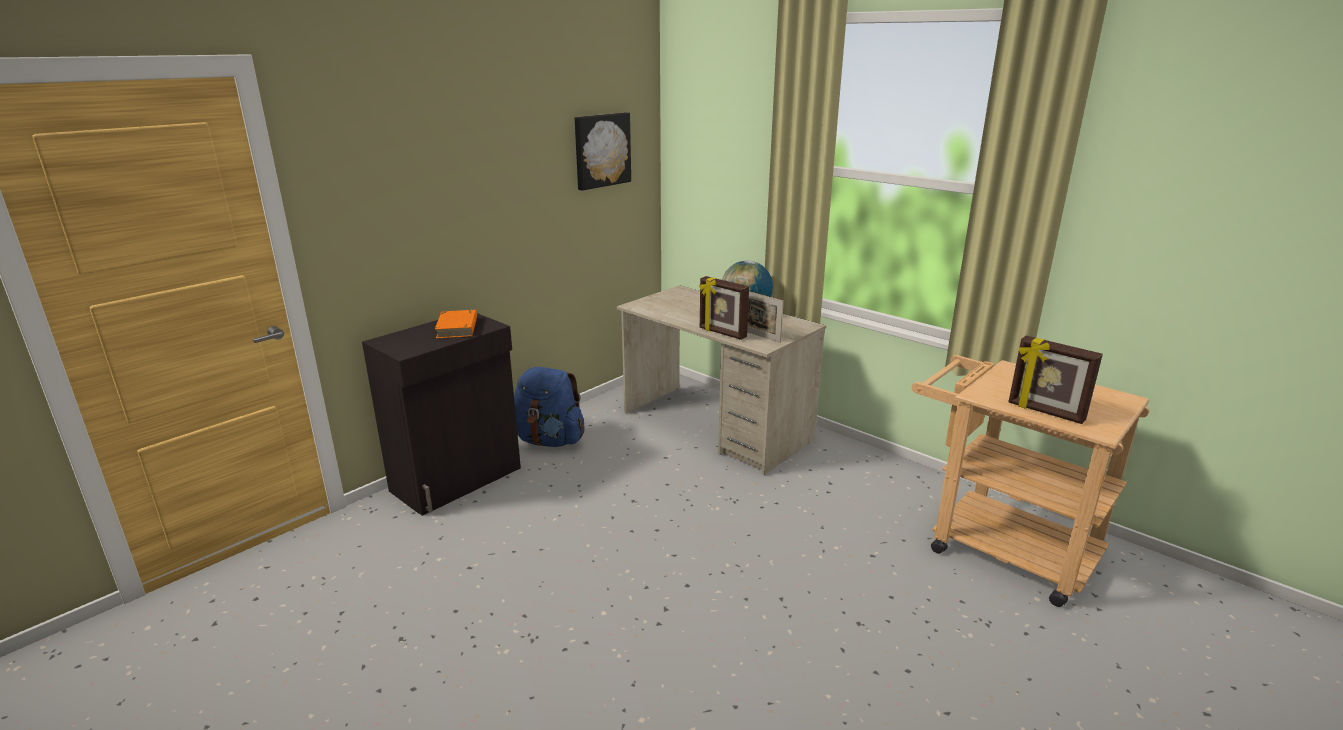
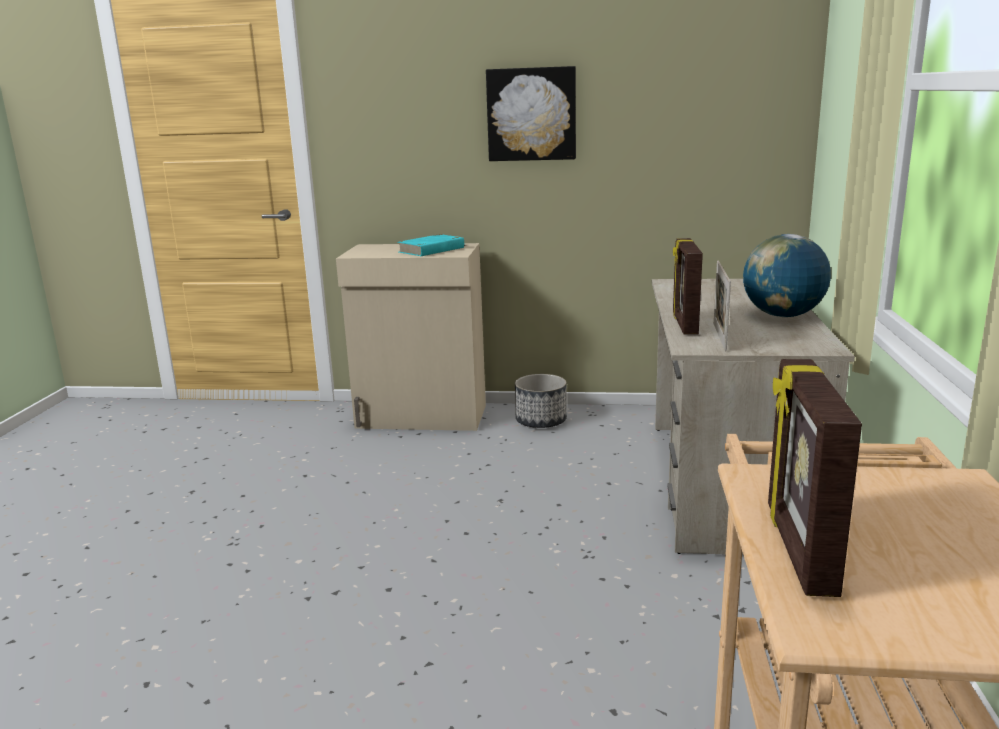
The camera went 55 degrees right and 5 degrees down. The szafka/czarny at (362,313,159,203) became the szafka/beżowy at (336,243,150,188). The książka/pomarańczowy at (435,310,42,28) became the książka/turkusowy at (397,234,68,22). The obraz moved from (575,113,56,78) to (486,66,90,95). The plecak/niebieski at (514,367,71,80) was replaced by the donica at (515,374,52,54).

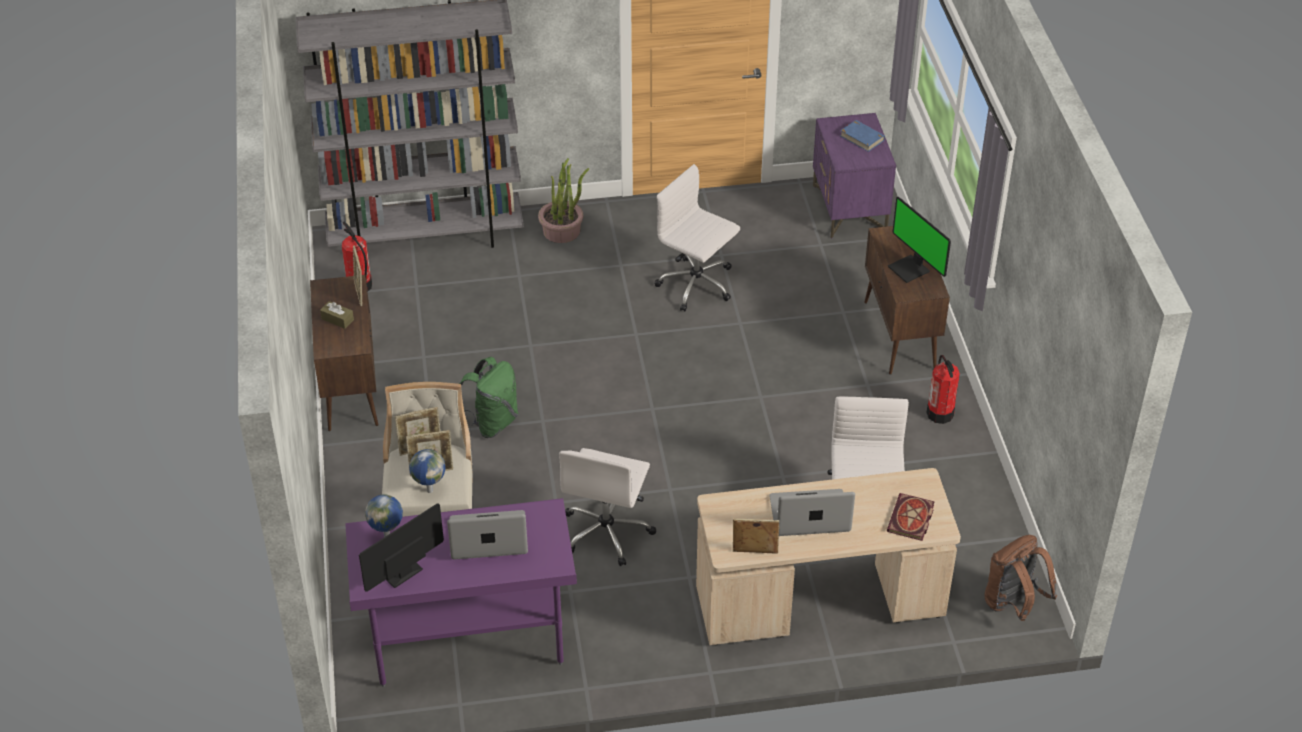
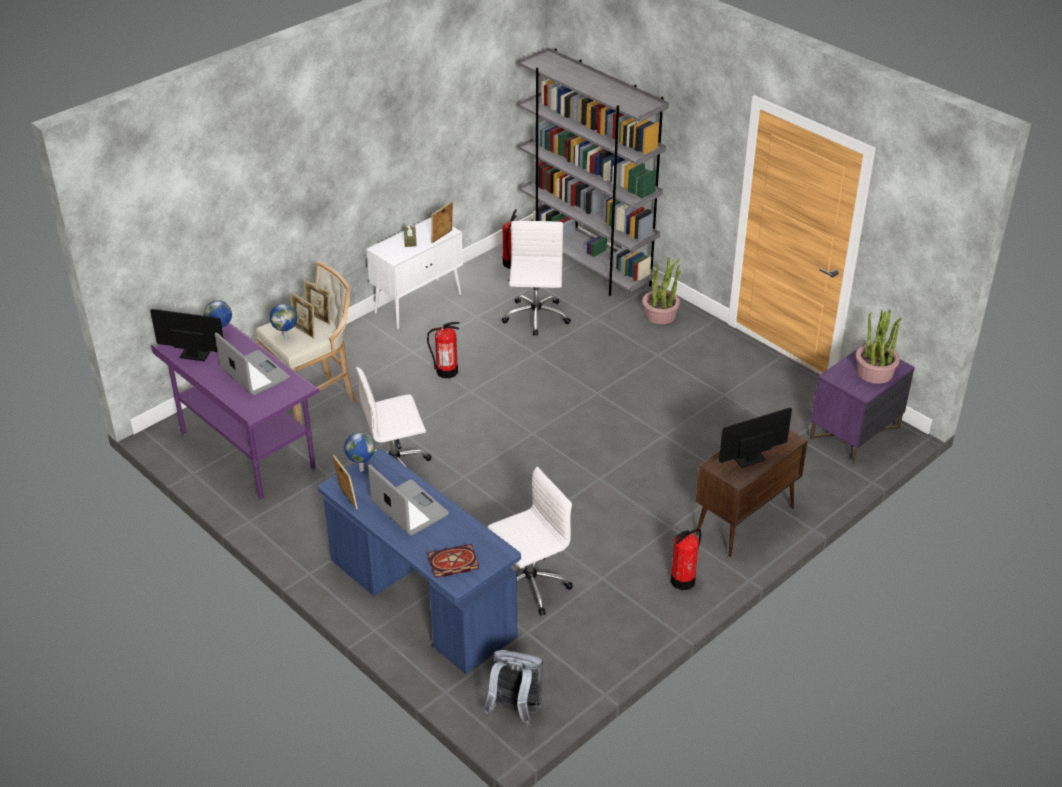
The camera went 55 degrees right and 5 degrees down. The biurko/beżowy at (696,468,265,177) became the biurko/niebieski at (318,449,203,225). The globus at (344,432,31,40) appeared. The szafka/brązowy at (310,275,68,156) became the szafka/biały at (366,218,97,111). The plecak/zielony at (459,357,59,81) was replaced by the gaśnica at (427,322,32,56). The plecak/brązowy at (984,535,73,86) became the plecak/szary at (484,650,59,77). The krzesło biurowe/biały moved from (655,164,85,148) to (501,221,70,115). The monitor at (888,197,63,86) turned 45 degrees clockwise. The książka/niebieski at (840,120,45,32) was replaced by the roślina doniczkowa at (856,310,46,74).

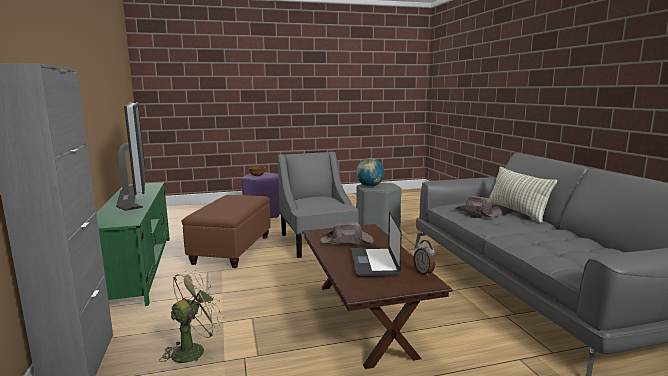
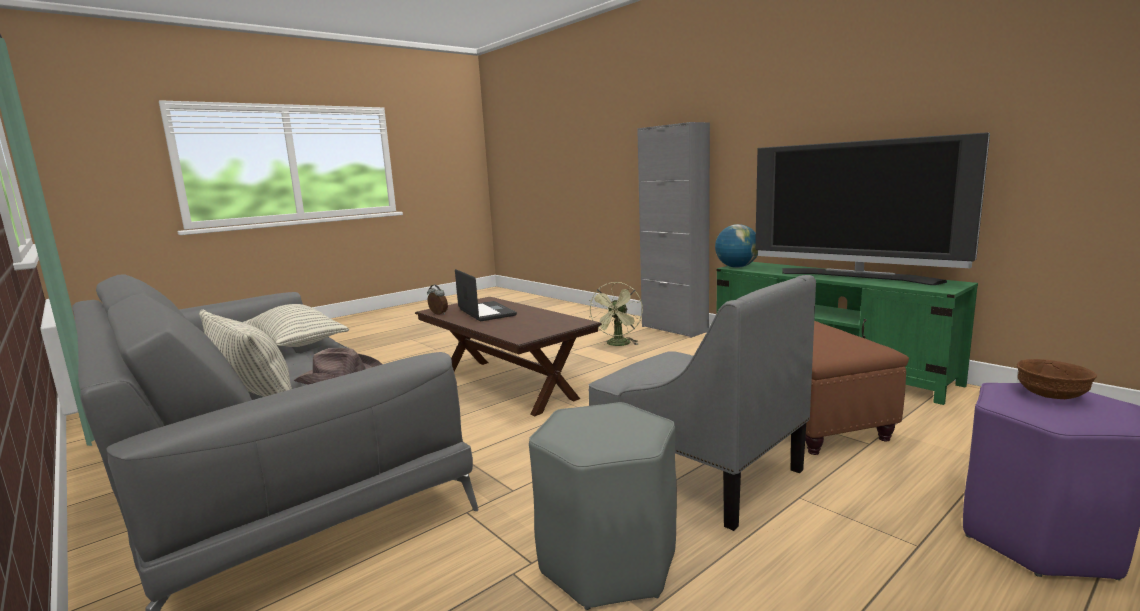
The camera went 155 degrees right and 0 degrees up. The poduszka at (243,304,106,43) appeared. The globus moved from (356,158,29,29) to (715,224,43,44). The kapelusz/brązowy at (320,222,54,23) disappeared.

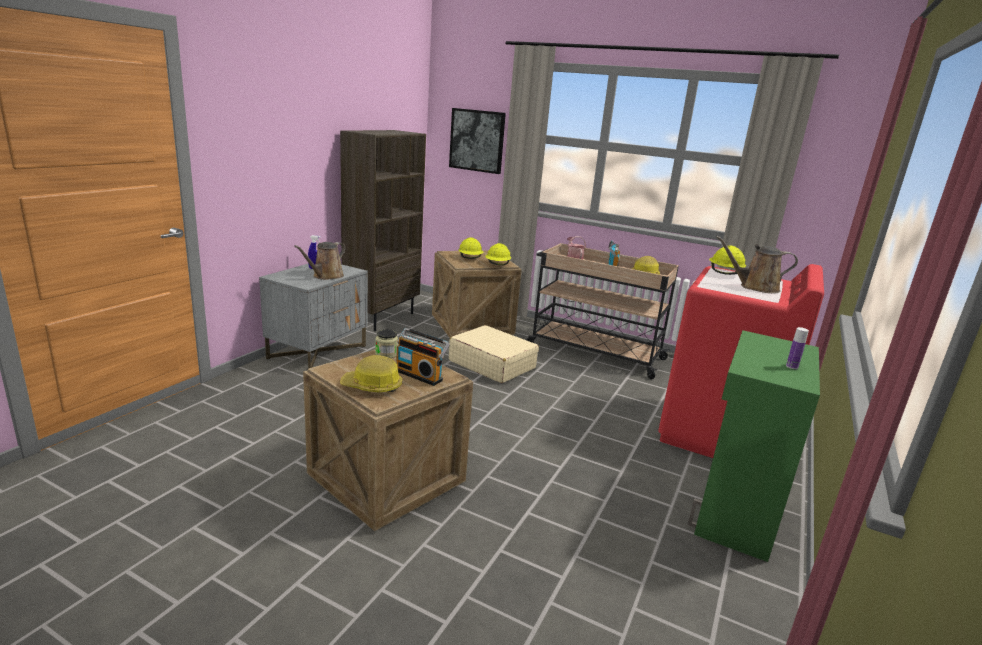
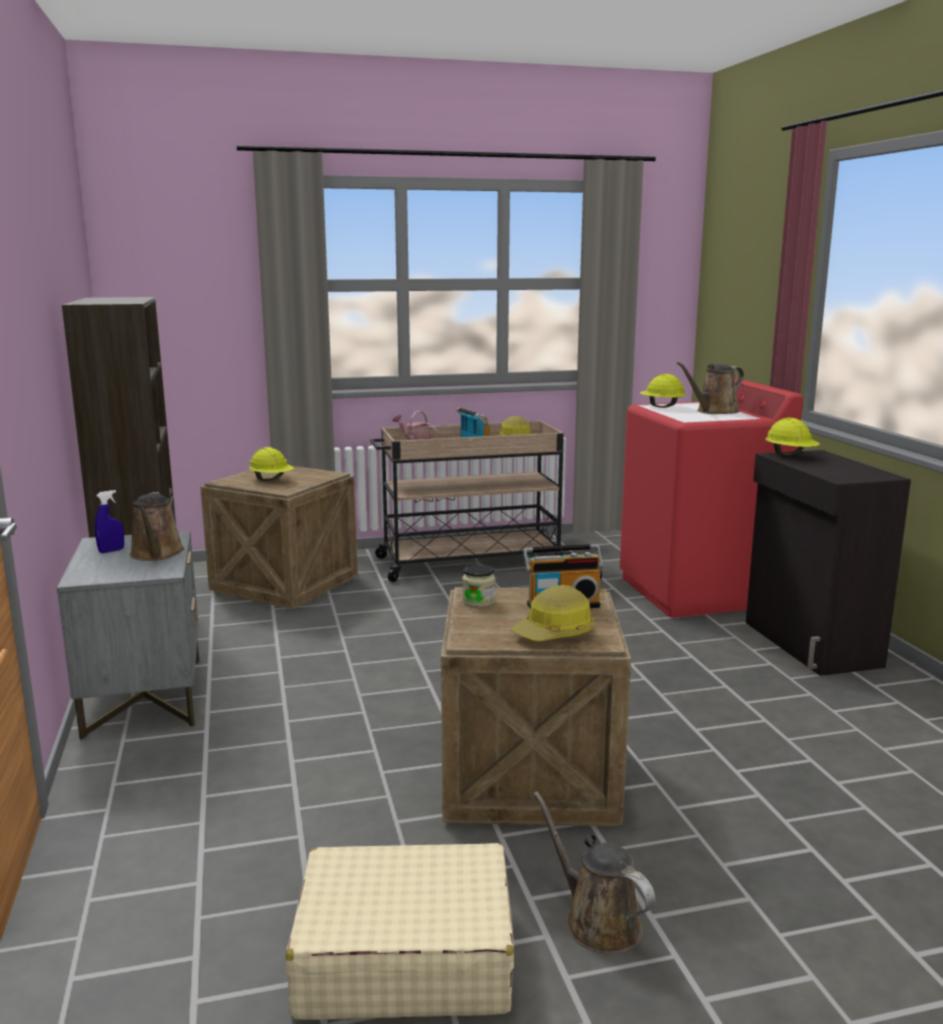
The camera went 40 degrees left and 5 degrees down. The walizka/beżowy moved from (449,325,90,58) to (286,843,228,177). The konewka/brązowy at (533,791,123,163) appeared. The szafka/zielony at (688,330,132,232) became the szafka/czarny at (746,450,165,226). The kask/żółty moved from (485,243,26,22) to (765,418,55,38). The obraz at (449,108,57,66) disappeared. The butelka at (786,327,23,42) disappeared.

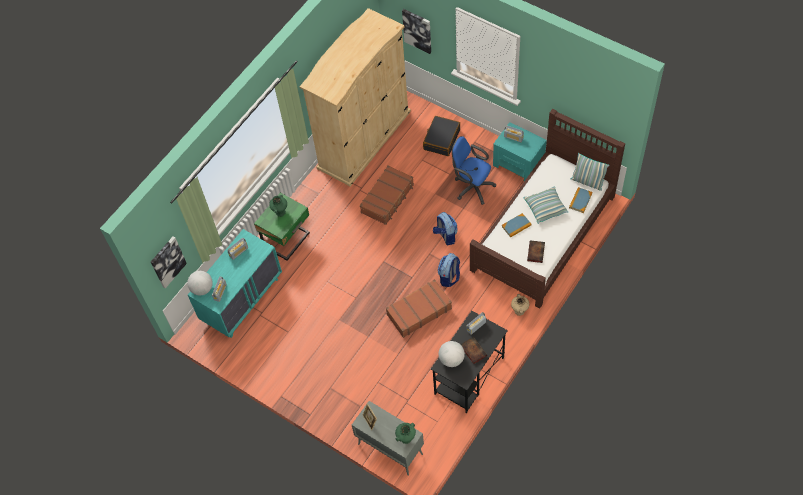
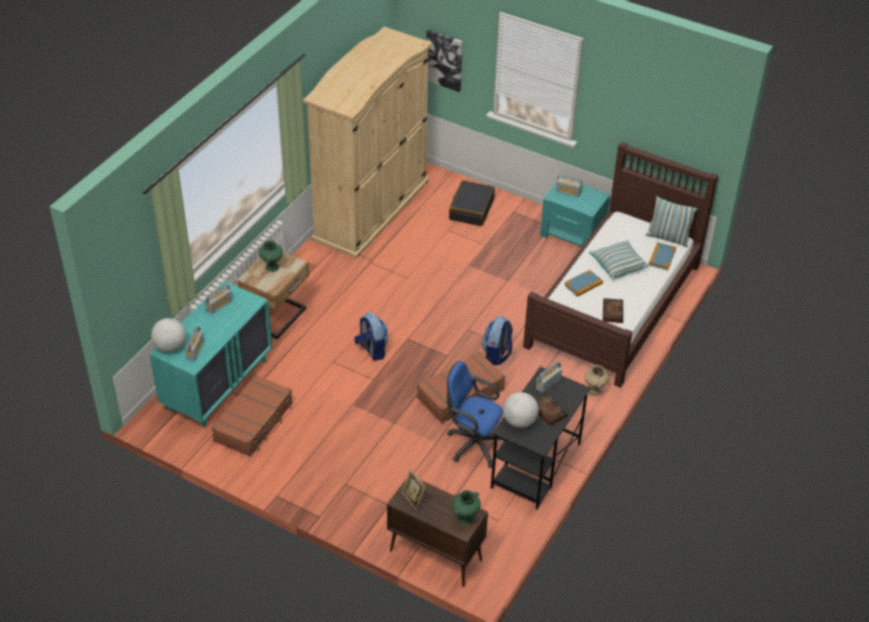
The camera went 10 degrees left and 15 degrees down. The walizka/brązowy moved from (360,165,54,60) to (211,375,82,82). The szafka nocna/zielony at (254,193,56,68) became the szafka nocna/beżowy at (237,252,72,87). The plecak moved from (433,212,25,33) to (354,312,34,49). The szafka/szary at (352,401,72,75) became the szafka/brązowy at (387,480,101,107). The krzesło biurowe/niebieski moved from (452,136,44,69) to (447,361,58,107). The obraz at (151,236,36,53) disappeared.

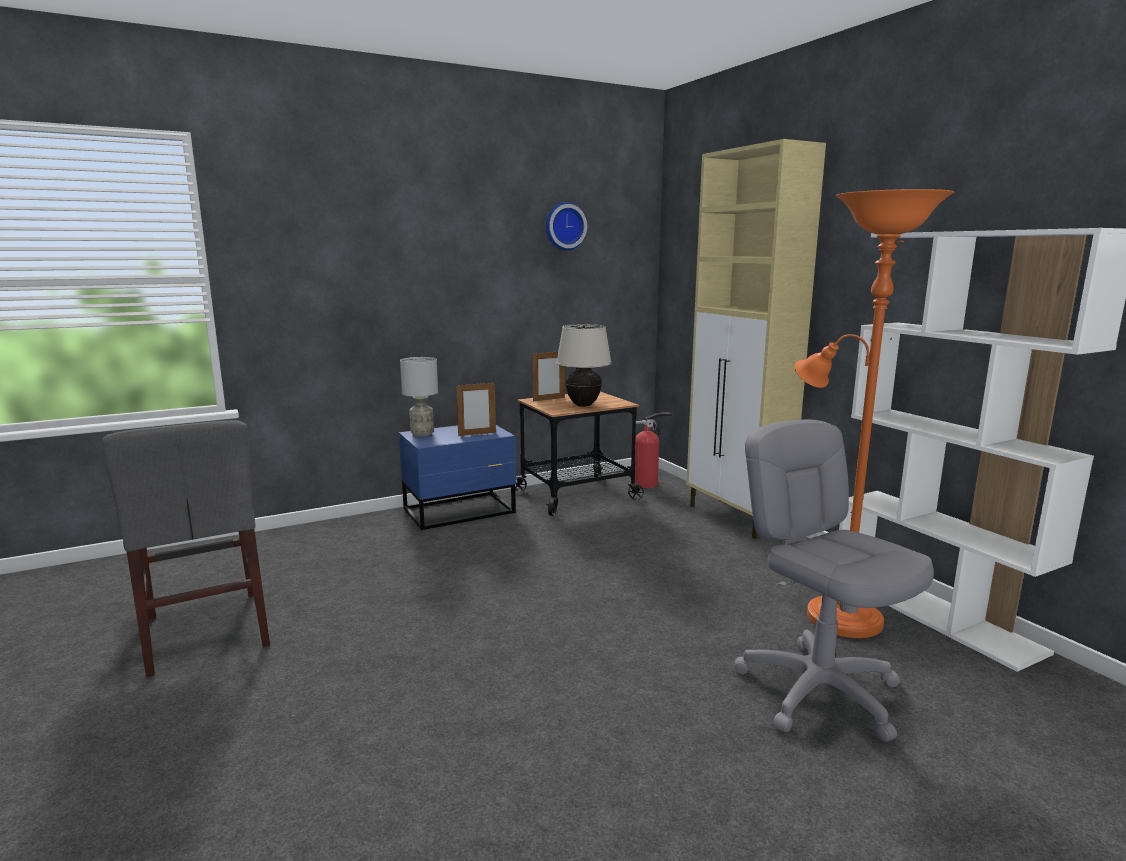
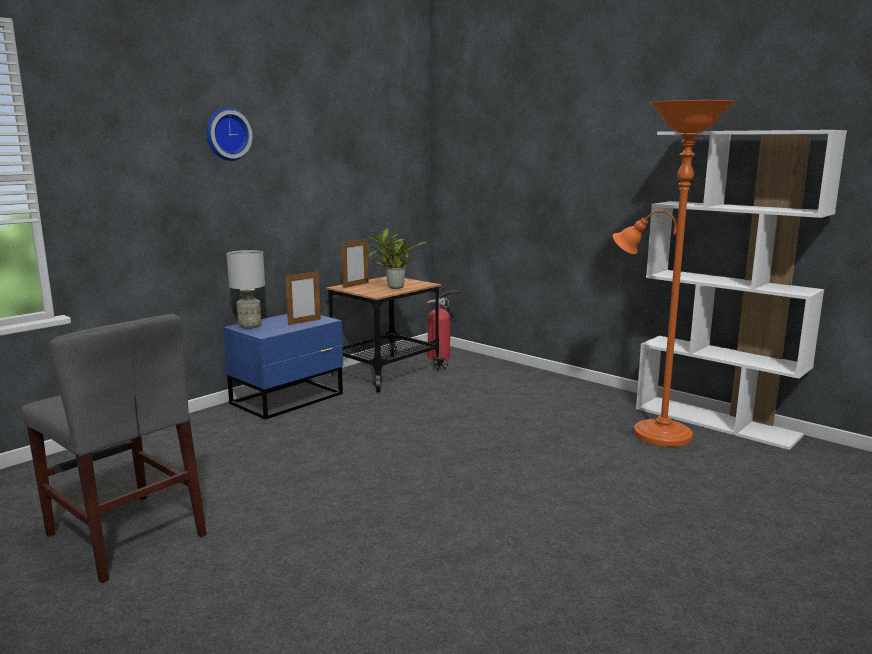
The camera went 20 degrees left and 0 degrees up. The zegar ścienny moved from (546,202,41,48) to (206,108,46,53). The lampa stołowa/beżowy at (556,324,56,82) was replaced by the roślina doniczkowa at (367,229,59,60). The szafka/beżowy at (686,139,140,400) disappeared. The krzesło biurowe/szary at (733,420,201,322) disappeared.

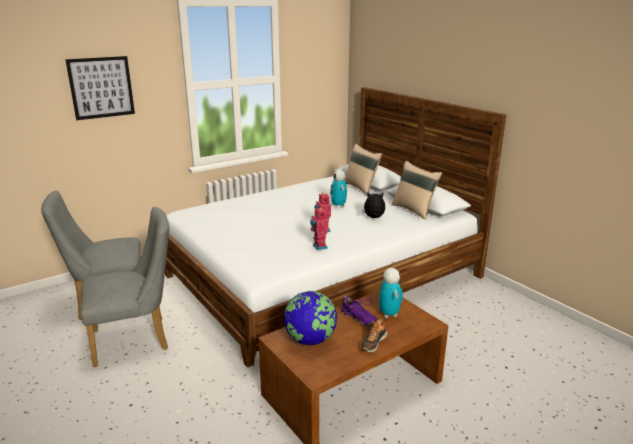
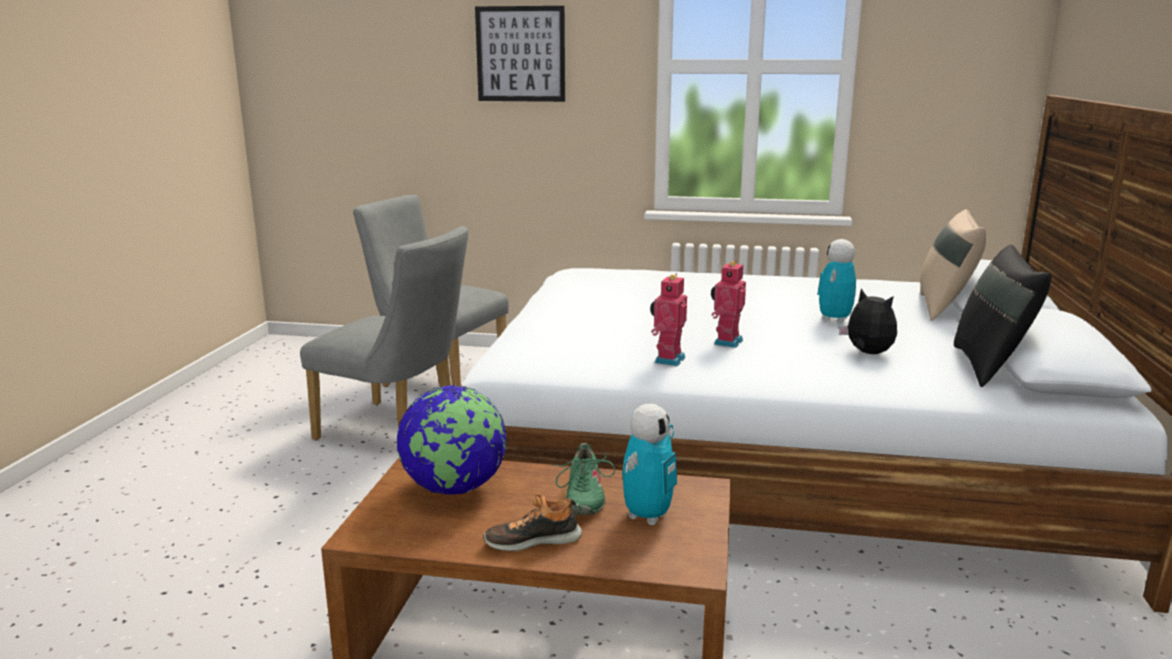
The camera went 45 degrees right and 5 degrees down. The but/fioletowy at (341,296,37,30) became the but/zielony at (552,443,63,72). The poduszka/beżowy at (392,161,50,59) became the poduszka/czarny at (954,245,97,142).

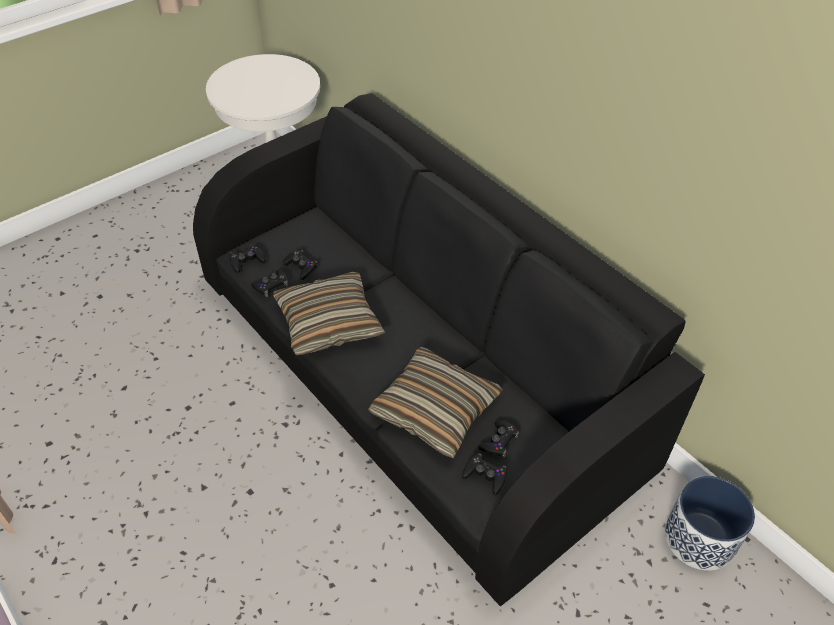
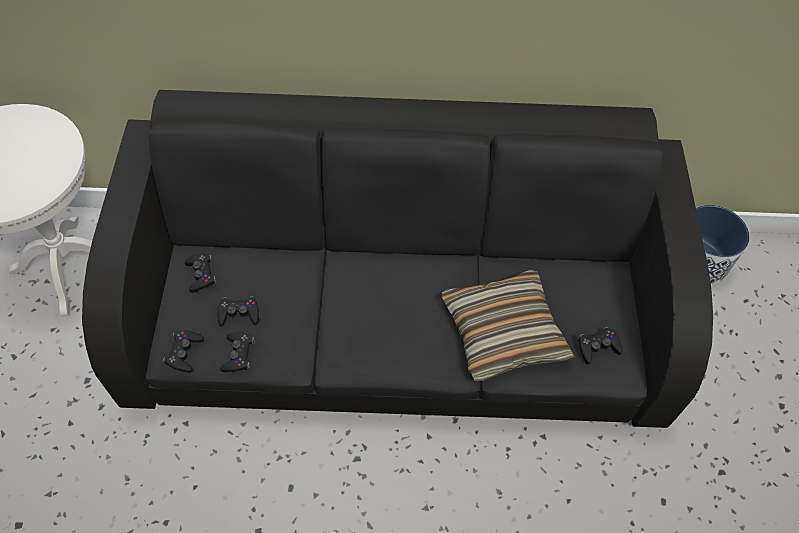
The camera went 50 degrees left and 10 degrees up. The pad do gier/czarny moved from (478,420,41,37) to (184,254,33,39). The poduszka at (273,272,113,83) disappeared.

